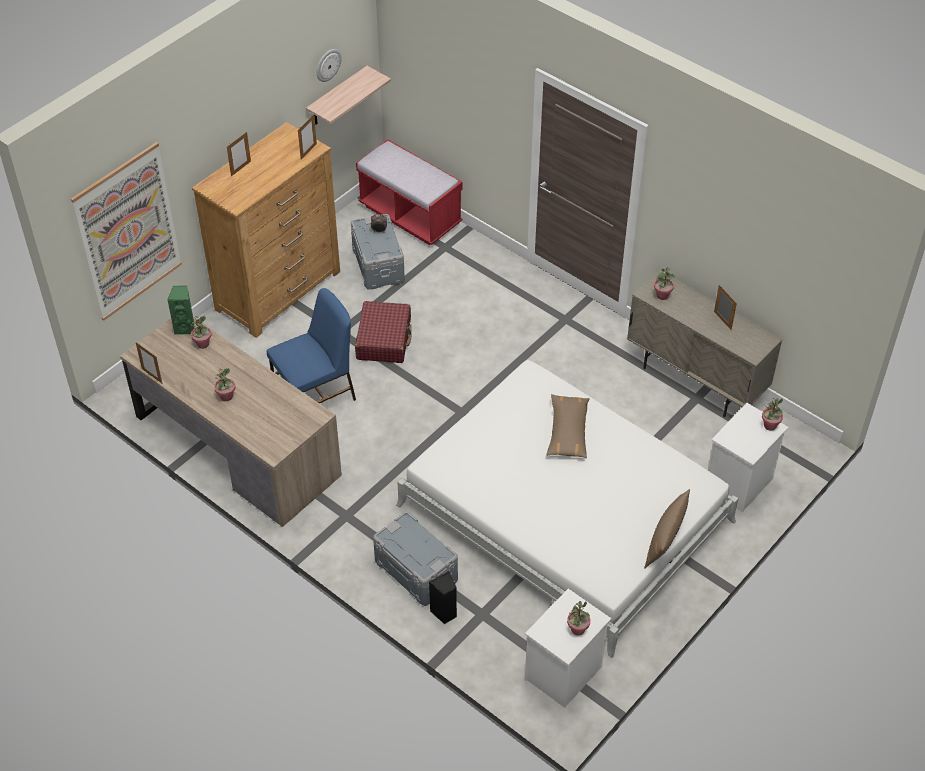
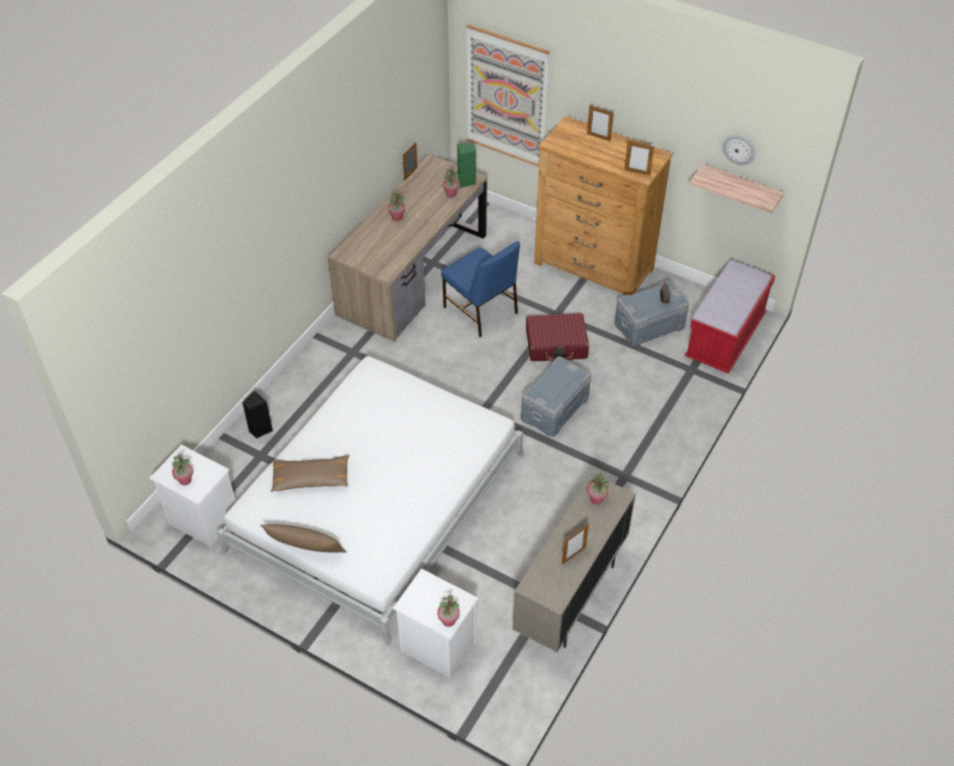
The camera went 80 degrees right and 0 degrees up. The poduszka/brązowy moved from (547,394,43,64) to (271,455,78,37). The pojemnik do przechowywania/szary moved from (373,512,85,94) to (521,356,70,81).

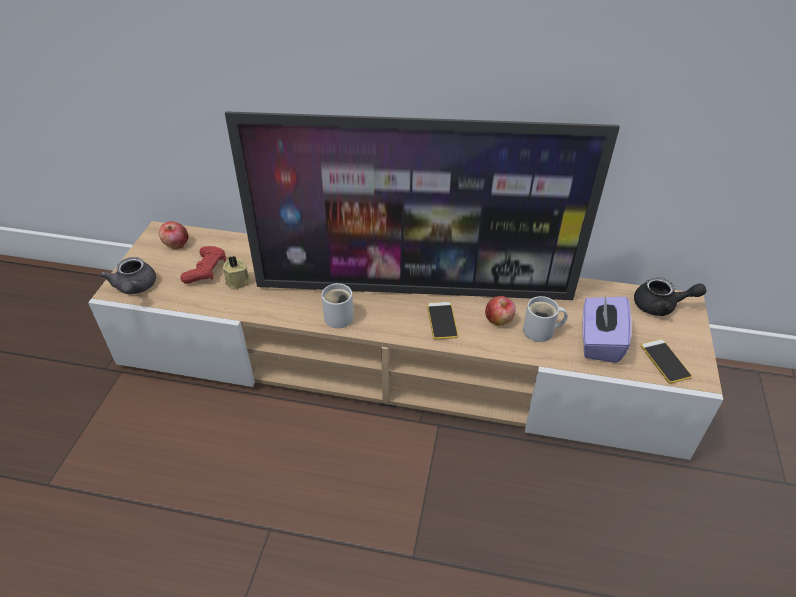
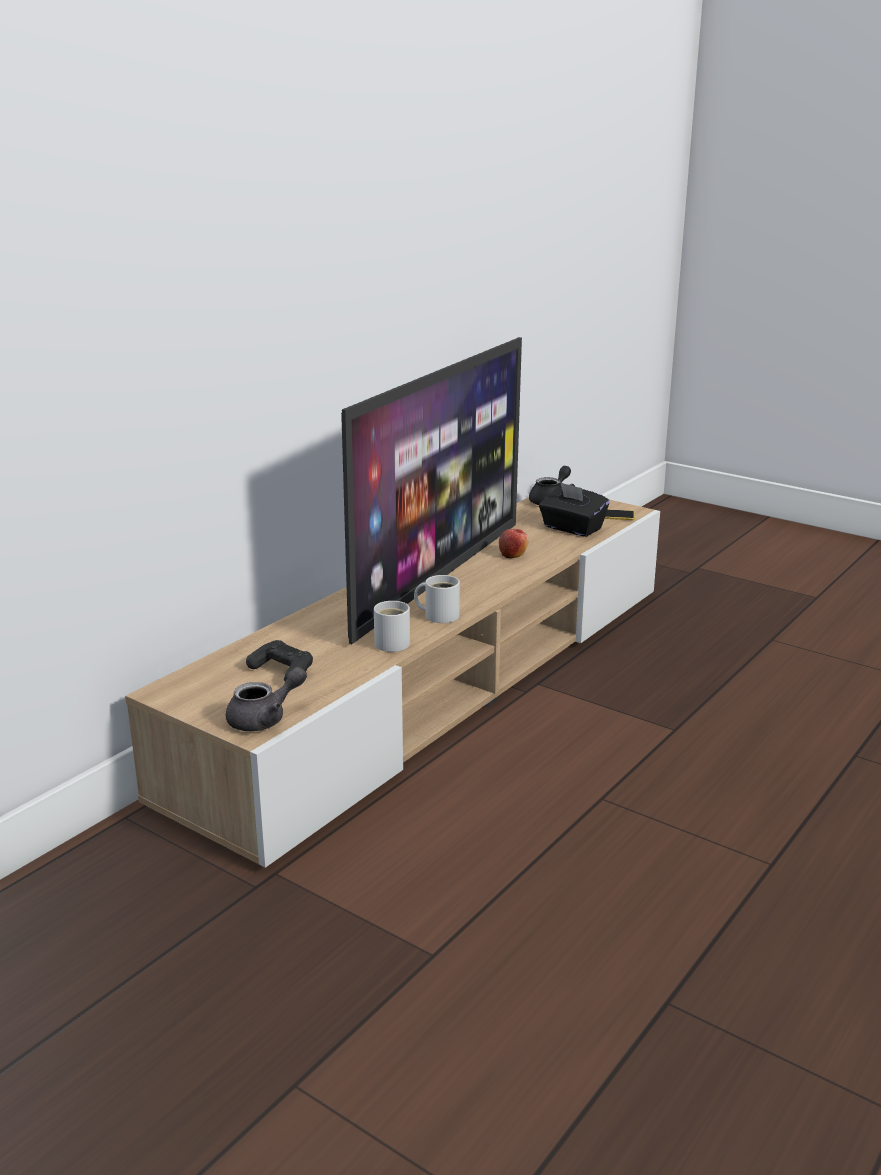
The camera went 65 degrees left and 20 degrees down. The imbryk/szary at (100,257,56,37) turned 45 degrees counterclockwise. The pad do gier/czerwony at (180,246,46,38) became the pad do gier/czarny at (246,640,67,42). The kubek/biały moved from (523,296,45,46) to (374,601,36,51). The pudełko chusteczek/fioletowy at (583,294,48,69) became the pudełko chusteczek/czarny at (539,482,70,55). The jabłko at (159,221,30,28) disappeared. The świeca/beżowy at (223,256,29,34) disappeared. The telefon at (427,302,31,38) disappeared.

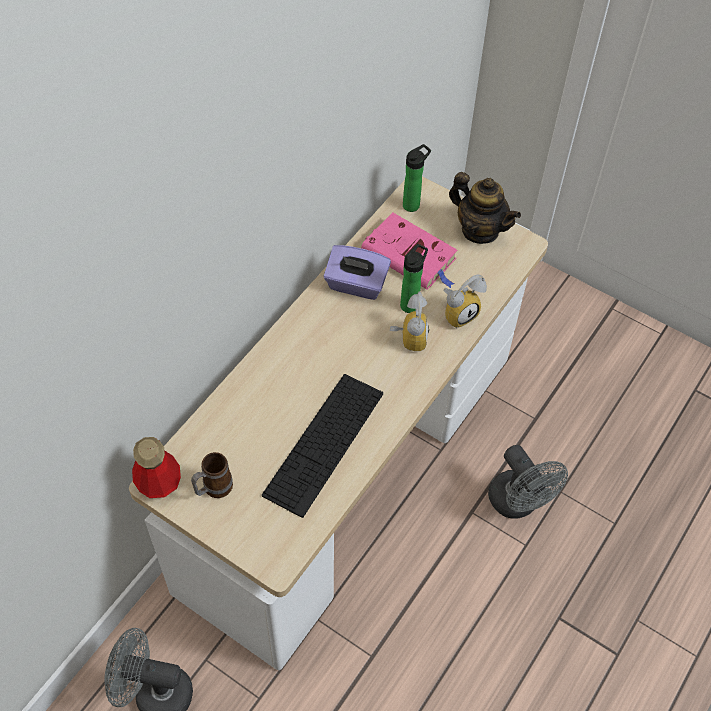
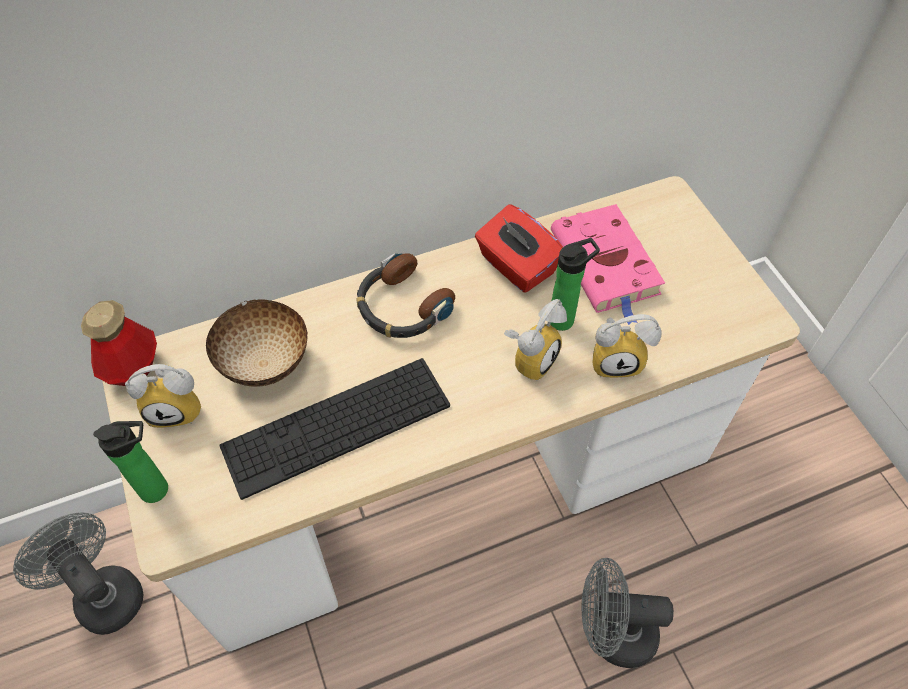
The camera went 35 degrees right and 0 degrees up. The butelka moved from (403,144,28,68) to (93,421,75,82). The kubek at (191,452,42,46) was replaced by the budzik at (125,364,76,64). The miska at (206,299,102,88) appeared. The słuchawki at (356,253,99,85) appeared. The pudełko chusteczek/fioletowy at (324,245,67,55) became the pudełko chusteczek/czerwony at (475,204,88,89). The wentylator/szary at (488,445,80,74) turned 90 degrees clockwise. The imbryk at (449,172,72,72) disappeared.

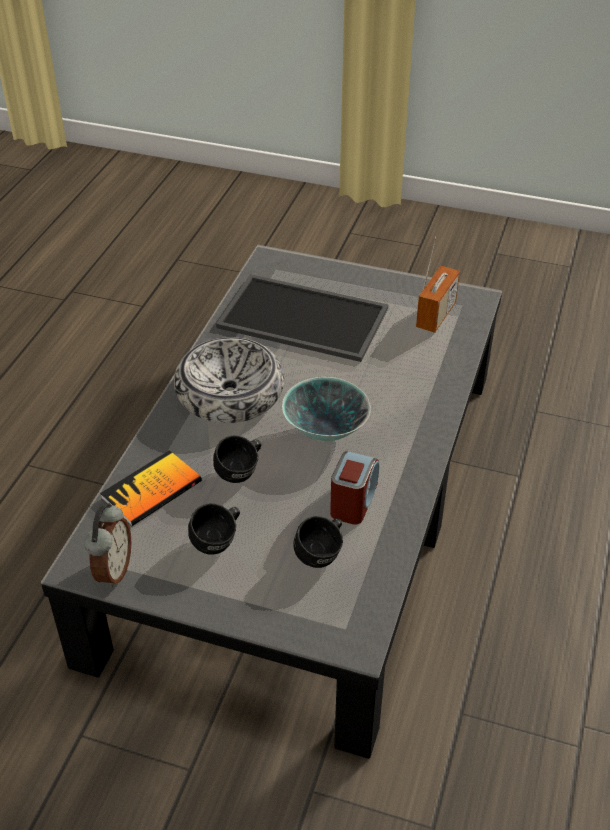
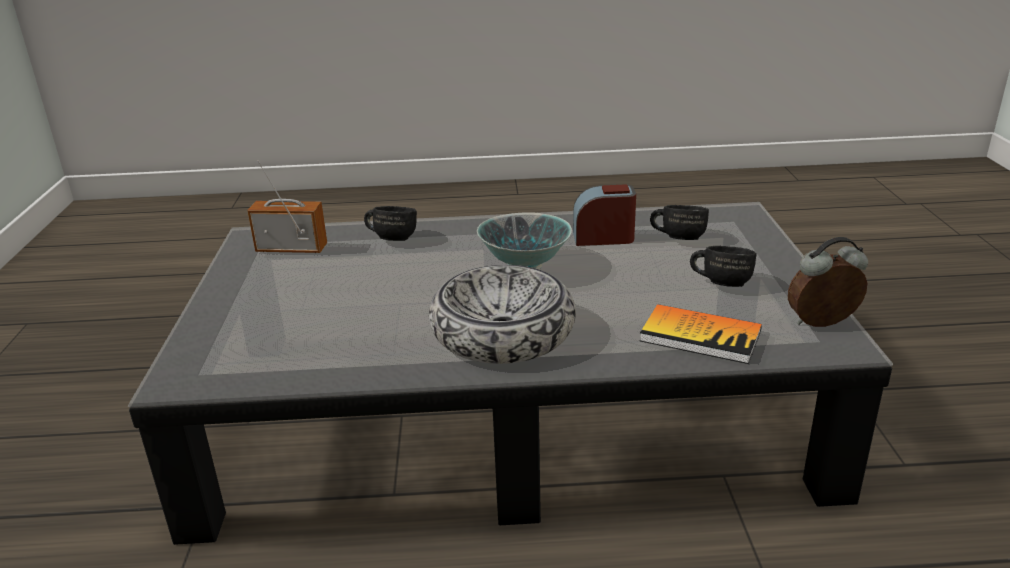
The camera went 110 degrees left and 15 degrees down. The kubek/czarny moved from (213,435,48,48) to (364,206,53,35). The taca at (216,274,172,88) disappeared.

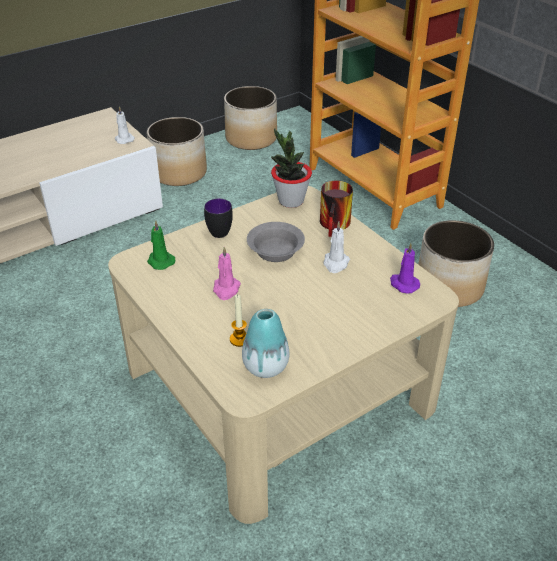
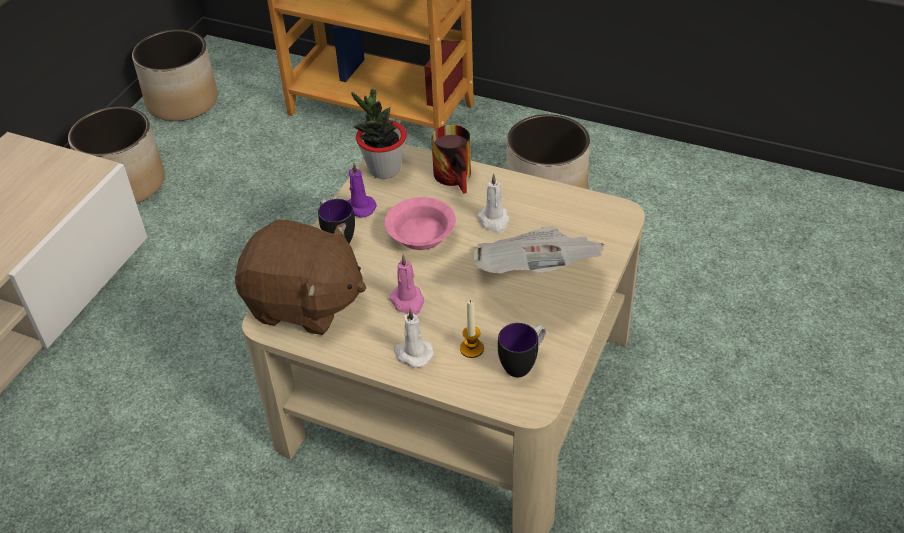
The camera went 30 degrees left and 5 degrees up. The świeca/zielony at (147,220,28,50) was replaced by the pluszak/brązowy at (235,220,131,115). The świeca/fioletowy moved from (390,243,30,51) to (346,162,31,56). The miska/szary at (247,222,58,40) became the miska/różowy at (385,197,71,53). The świeca/biały moved from (115,106,20,38) to (394,308,40,60). The gazeta at (473,226,132,47) appeared. The wazon at (242,309,47,69) was replaced by the kubek at (498,323,48,54).

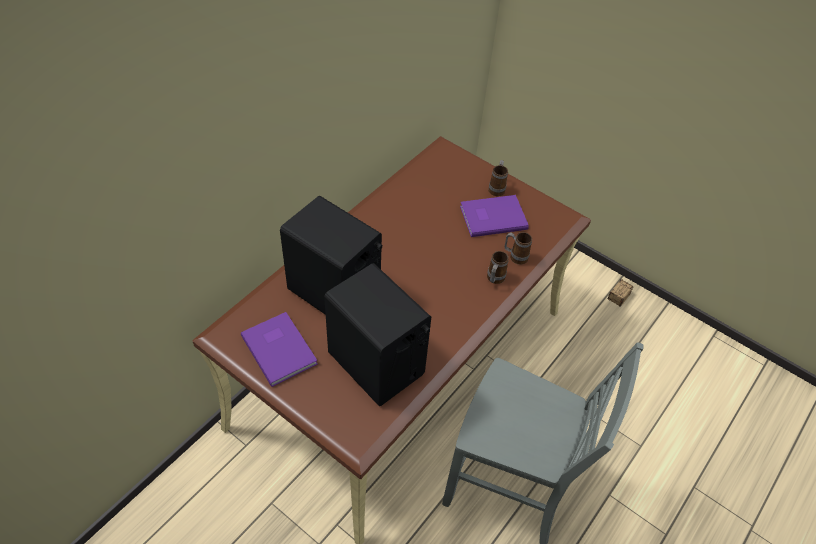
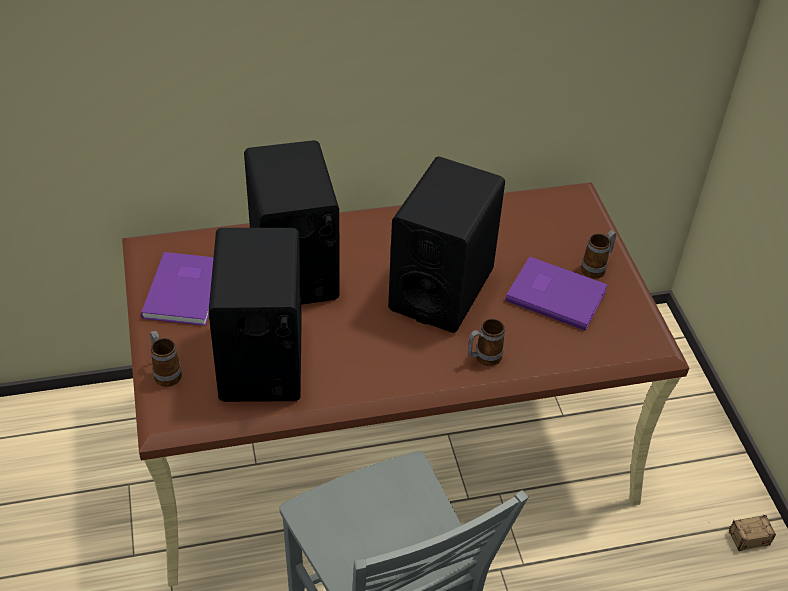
The camera went 40 degrees right and 5 degrees down. The kubek moved from (504,232,28,33) to (150,331,32,56). The głośnik/czarny at (388,156,117,177) appeared.

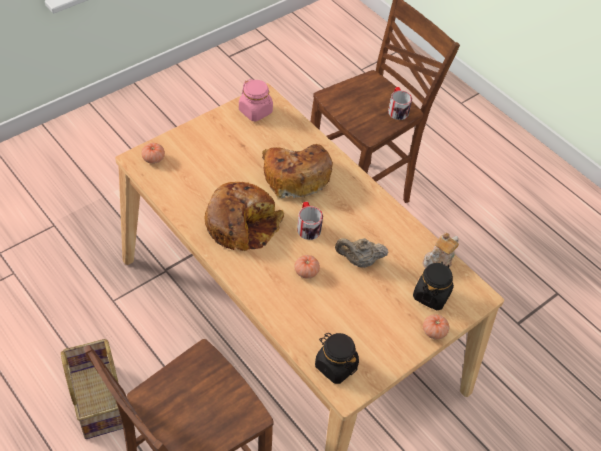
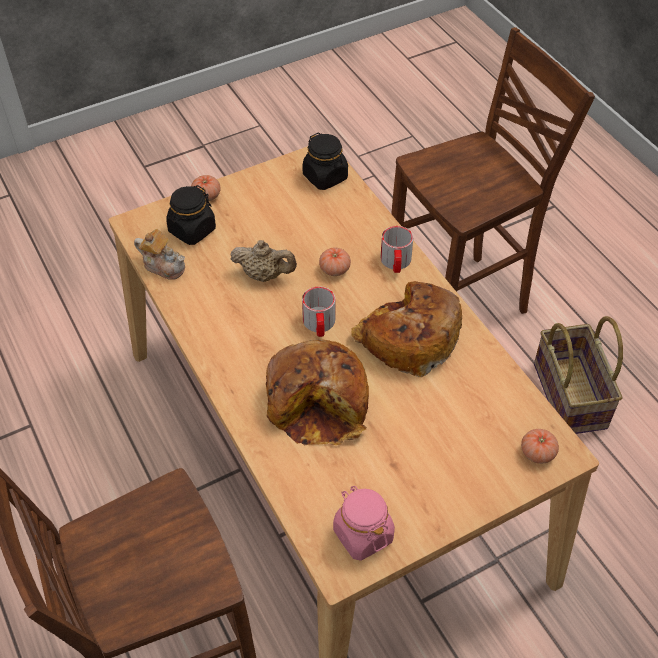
The camera went 165 degrees left and 0 degrees up. The imbryk at (423,233,36,35) turned 60 degrees clockwise. The kubek moved from (388,87,24,33) to (381,226,32,47).

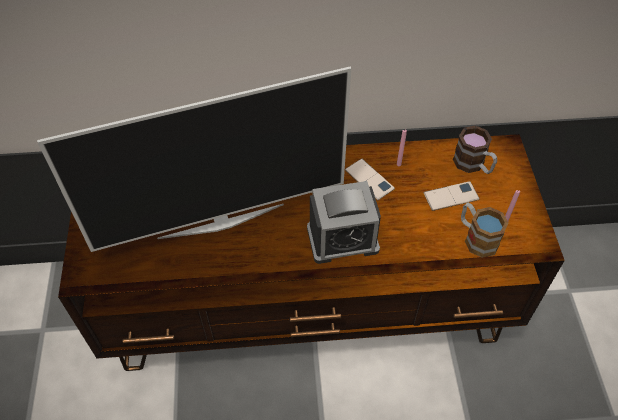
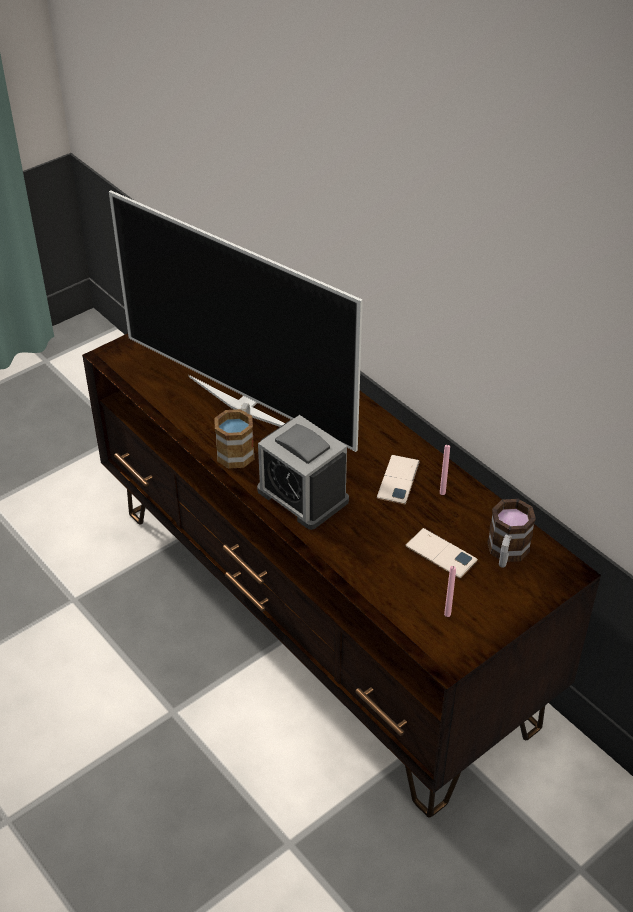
The camera went 55 degrees right and 10 degrees down. The kubek moved from (461,203,48,55) to (215,403,39,66).

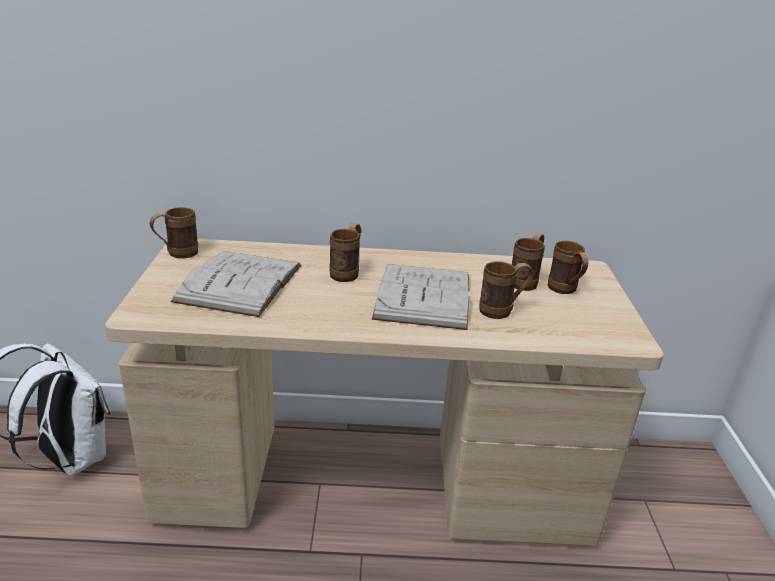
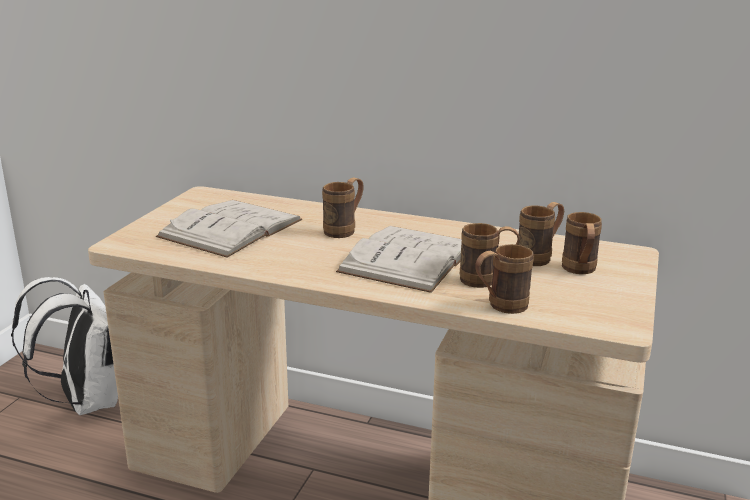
The camera went 20 degrees right and 5 degrees down. The kubek/brązowy moved from (150,207,48,52) to (475,244,59,70).

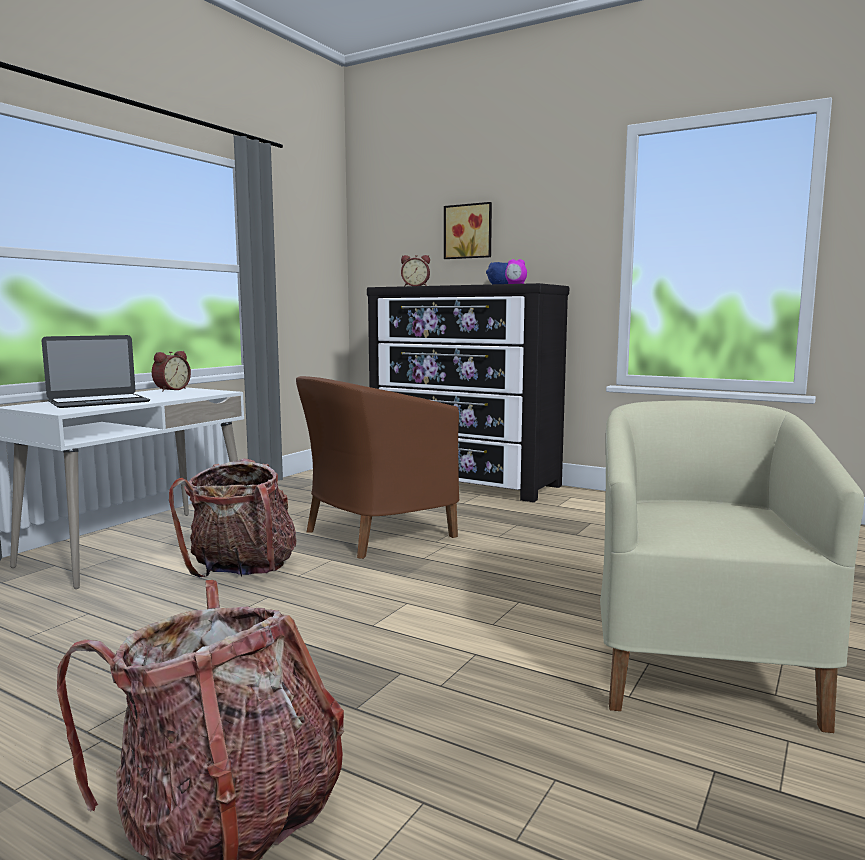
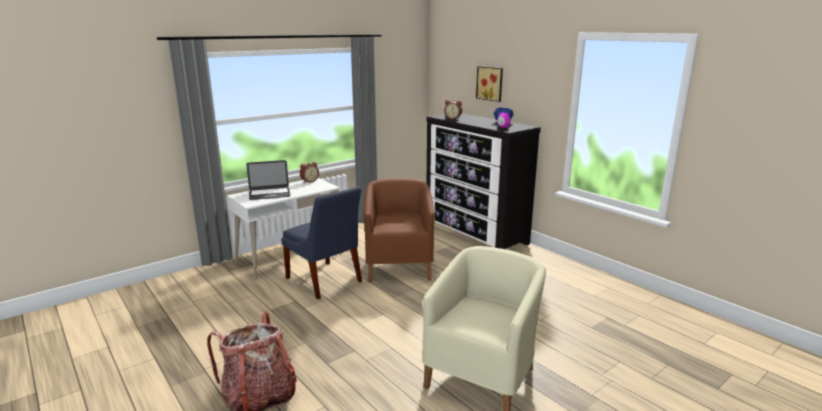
The camera went 20 degrees right and 10 degrees up. The plecak at (169,458,127,119) was replaced by the krzesło/niebieski at (281,187,81,112). The fotel/brązowy at (296,376,163,183) turned 105 degrees clockwise.

